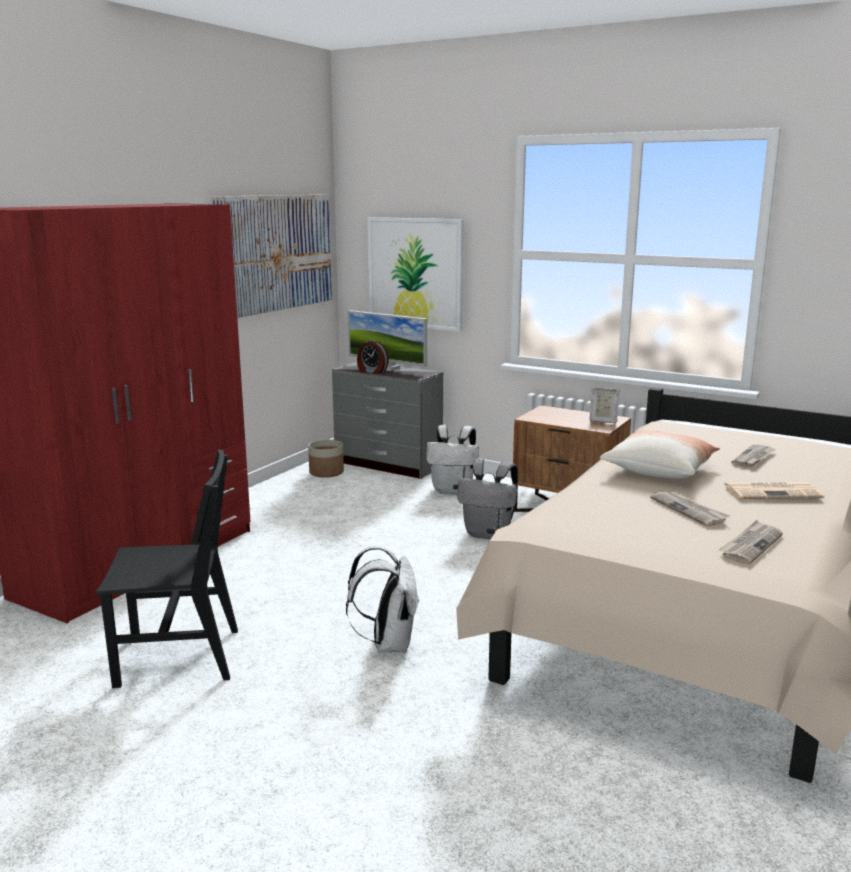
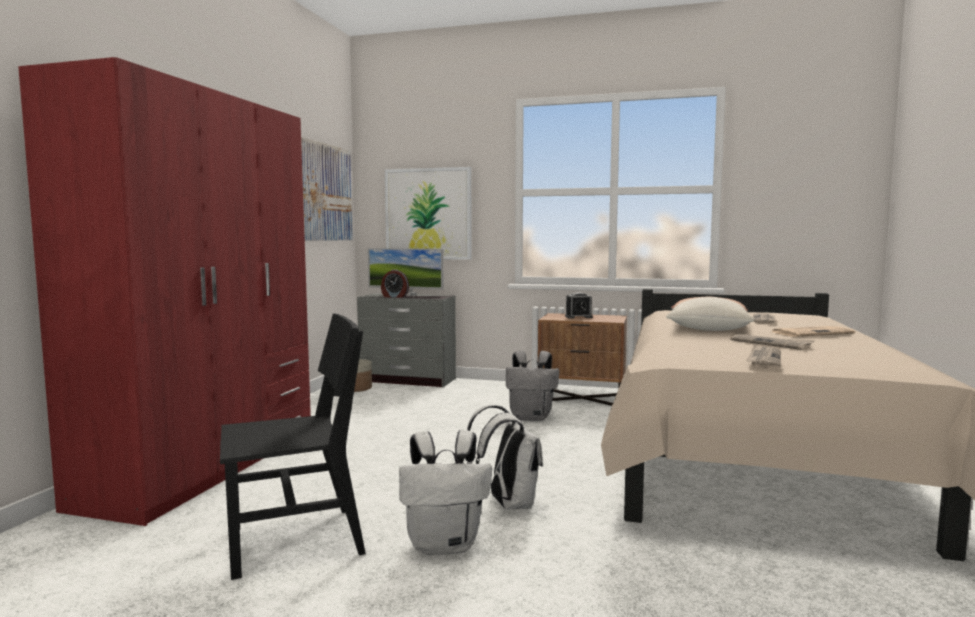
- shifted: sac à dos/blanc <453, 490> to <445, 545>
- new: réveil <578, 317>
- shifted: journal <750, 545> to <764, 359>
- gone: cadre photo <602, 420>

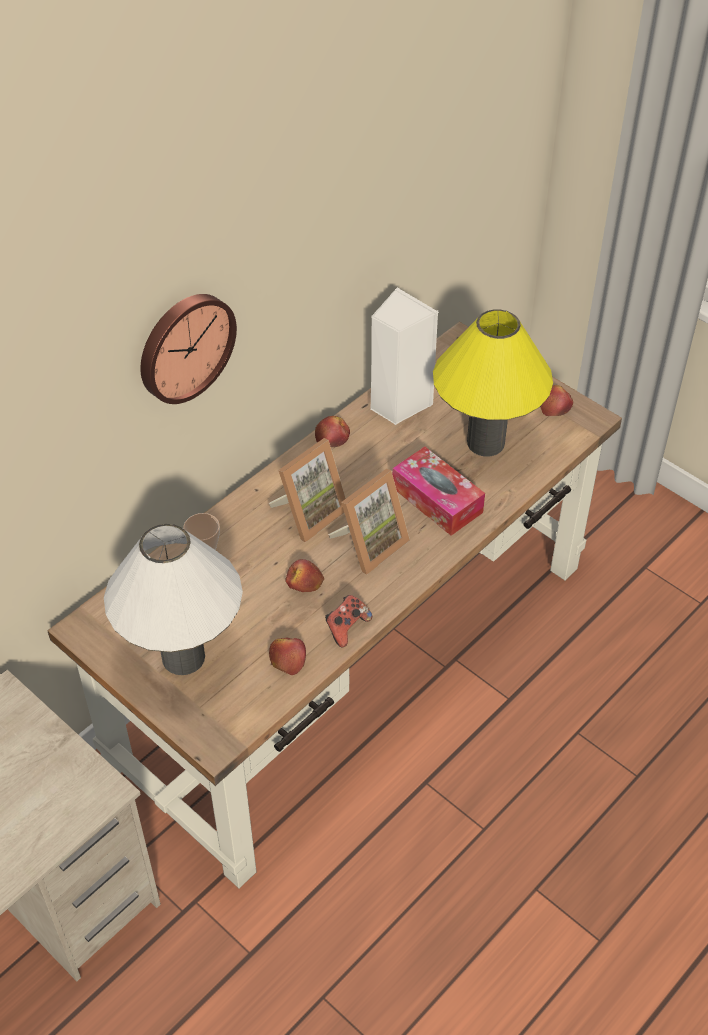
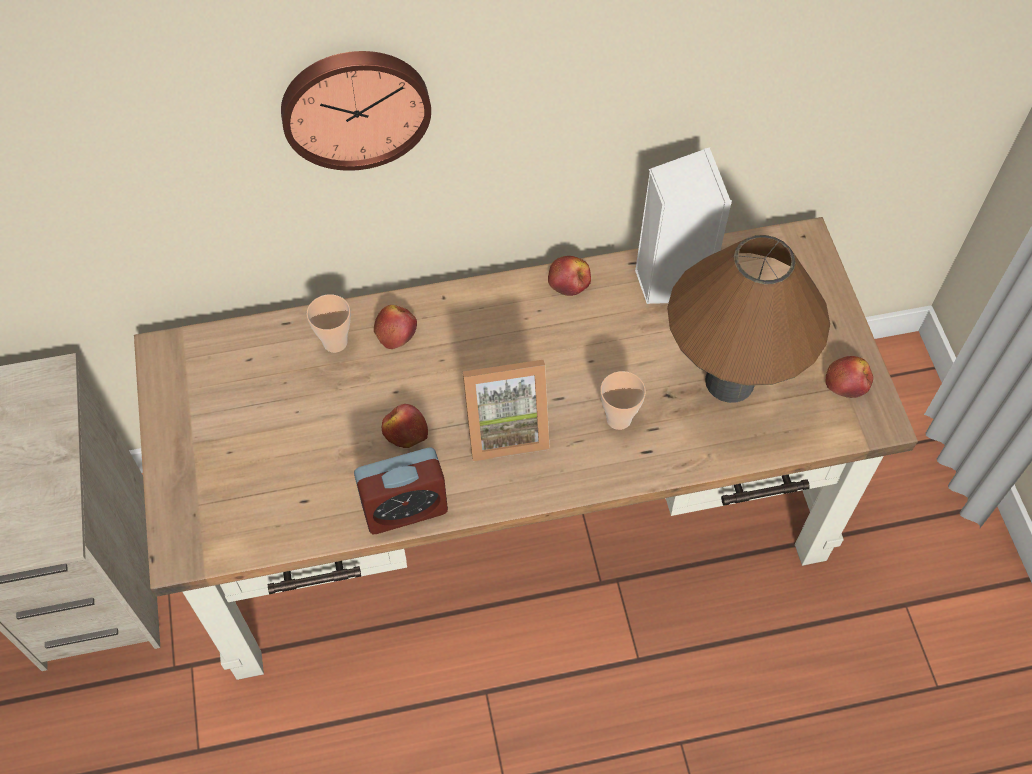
- swapped: manette <346, 627> to réveil <405, 509>
- shifted: pomme <287, 659> to <395, 330>
- swapped: boîte à mouchoirs <437, 500> to tasse <618, 419>
- repainted: lampe de table/jaune <485, 442> to lampe de table/marron <729, 381>
- gone: lampe de table/blanc <183, 657>
- gone: cadre photo <309, 513>

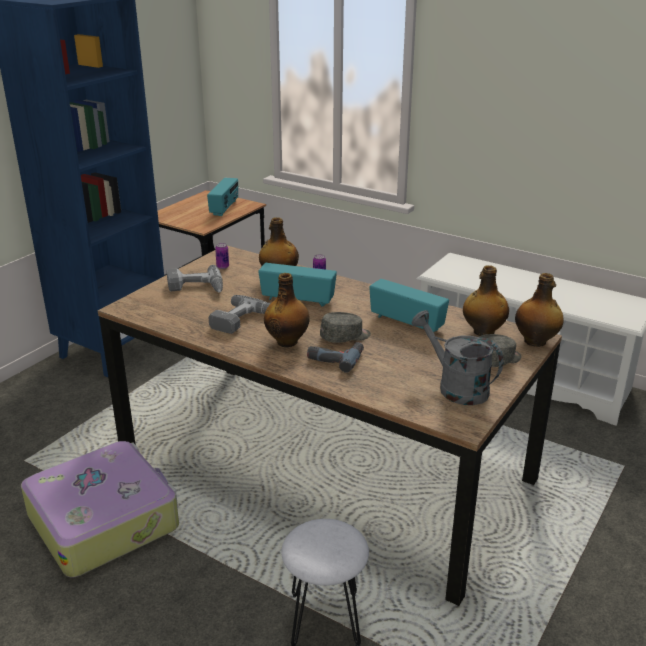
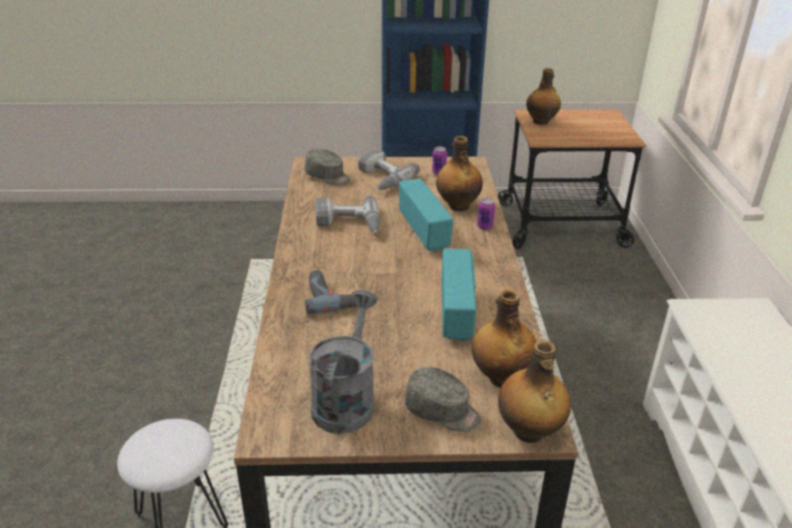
- shifted: casquette/gris <345, 337> to <328, 177>
- shifted: bouteille <287, 341> to <541, 122>
- gone: valise <104, 520>
- gone: radio <224, 208>

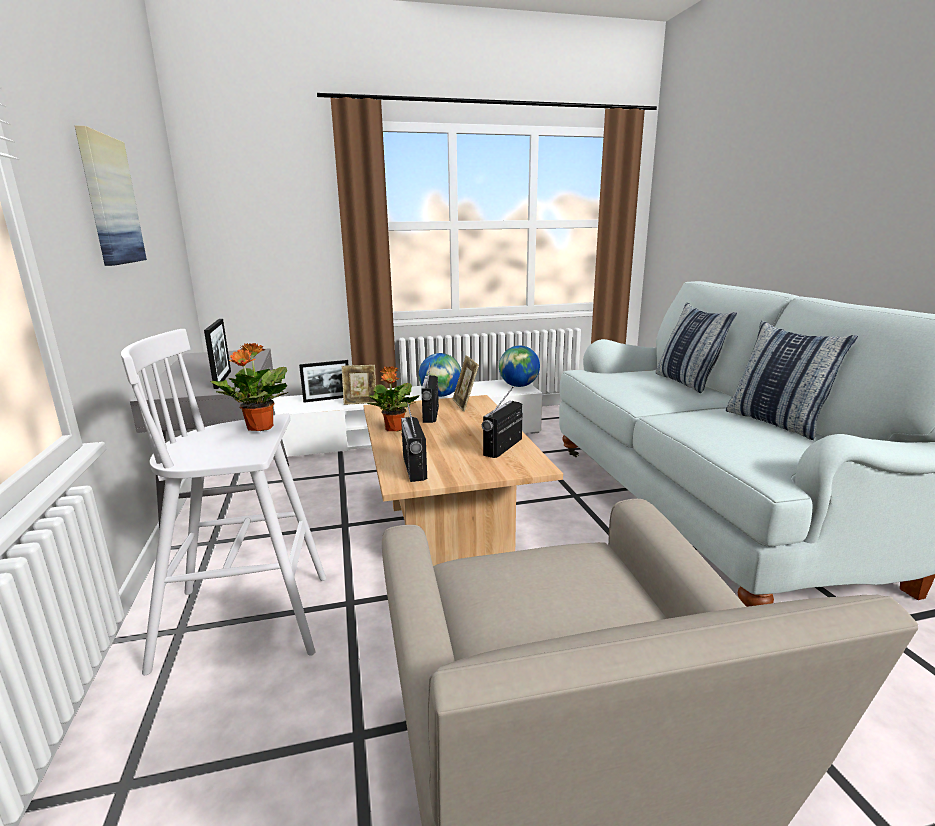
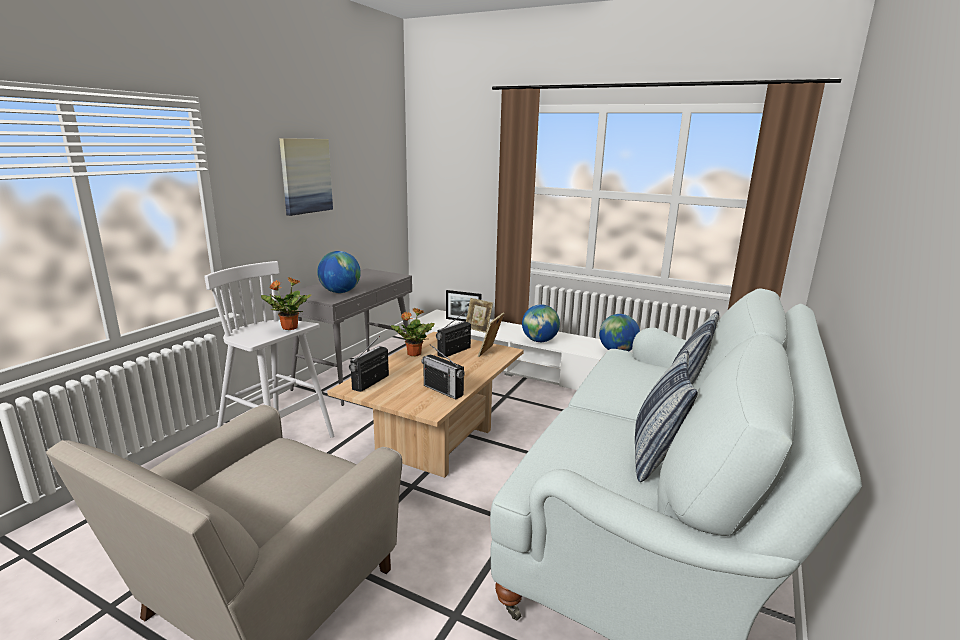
- swapped: cadre photo <222, 379> to globe <340, 292>
- rotated: radio <503, 447> = <443, 390> 120 degrees counterclockwise

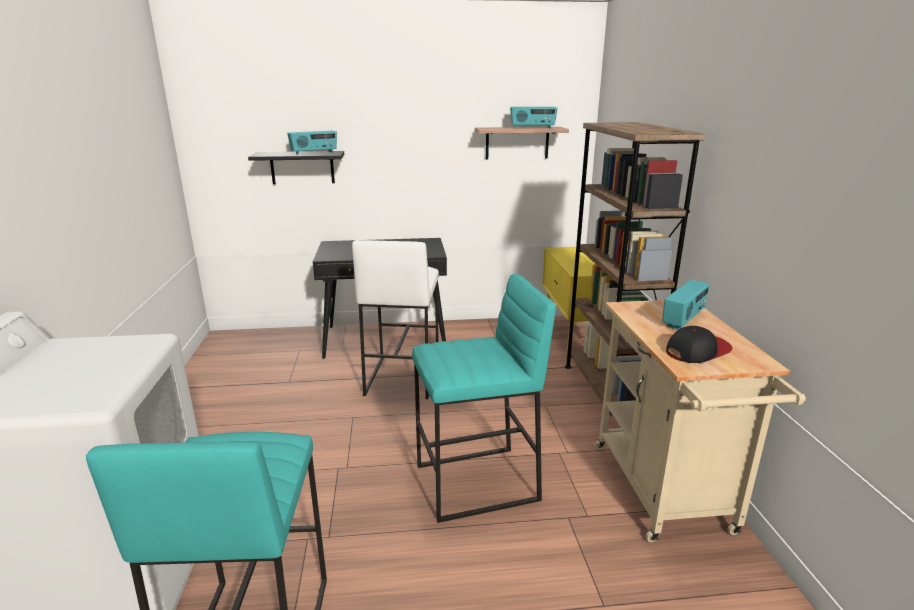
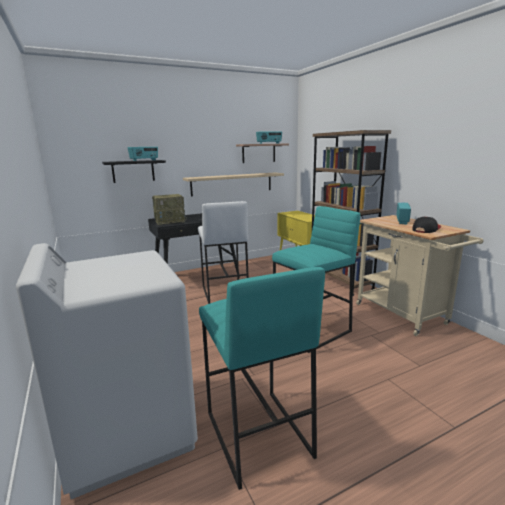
- new: radio <170, 221>
- new: étagère/beige <232, 184>

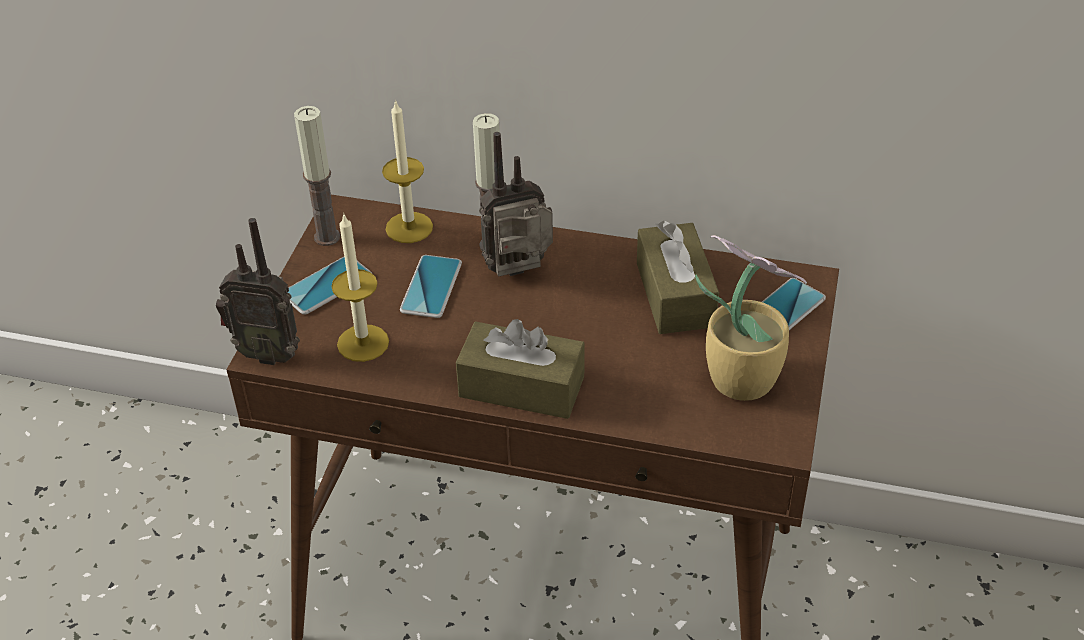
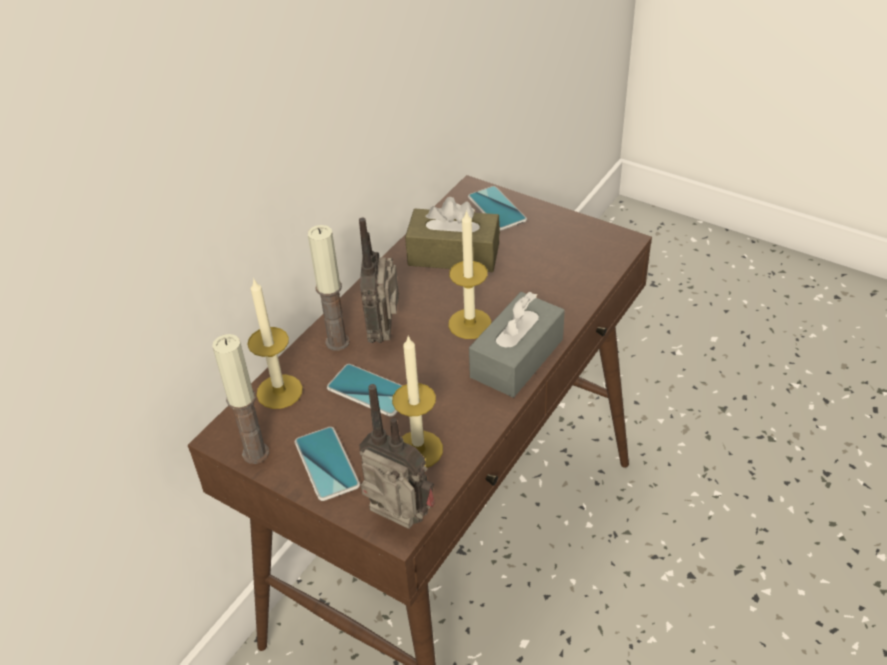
- rotated: radio <268, 353> = <398, 523> 90 degrees counterclockwise
- new: bougie <470, 324>
- repainted: boîte à mouchoirs/marron <521, 387> to boîte à mouchoirs/gris <517, 358>
- gone: plante en pot <740, 378>

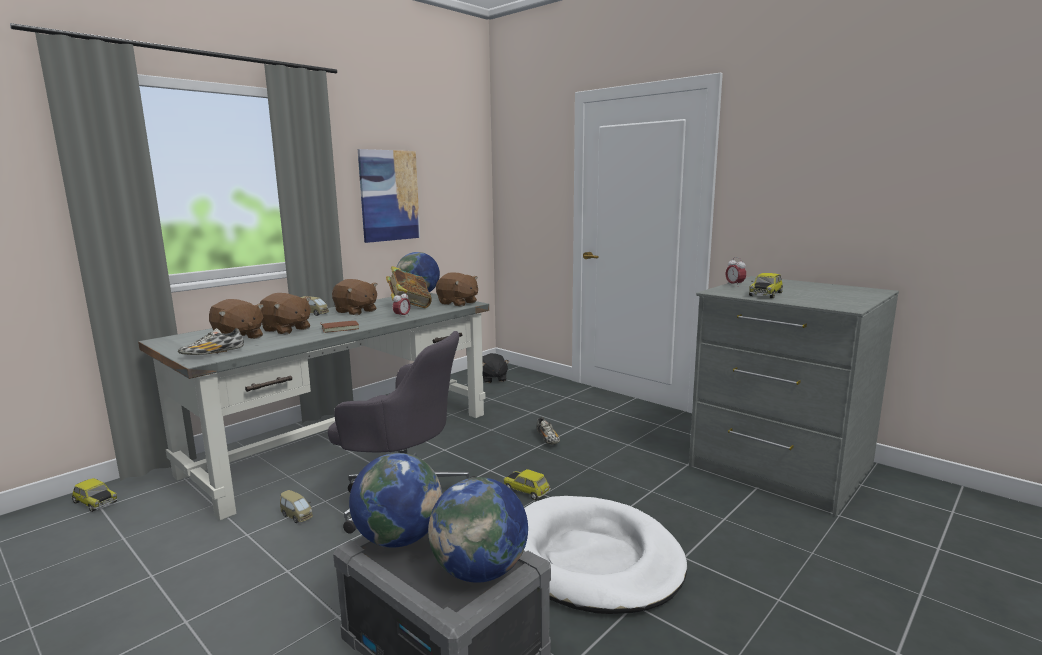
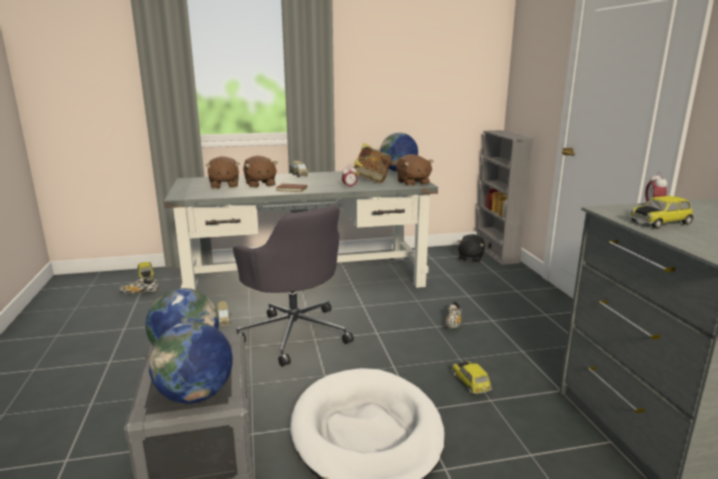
- shifted: chaussure <213, 354> to <139, 292>
- shifted: petite voiture <527, 490> to <471, 383>
- new: bibliothèque/gris <496, 253>
- gone: peluche/marron <356, 311>
- gone: tableau <389, 195>

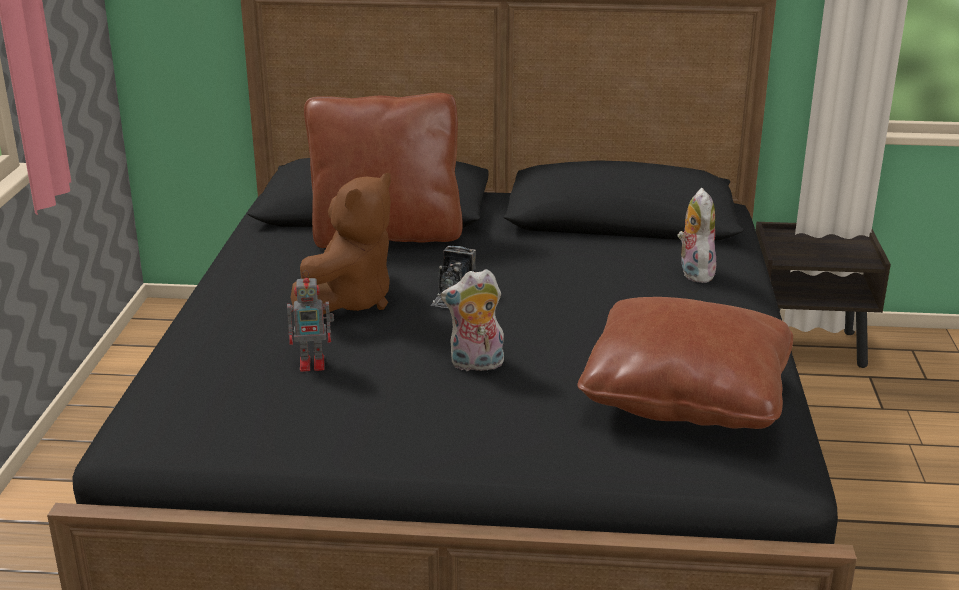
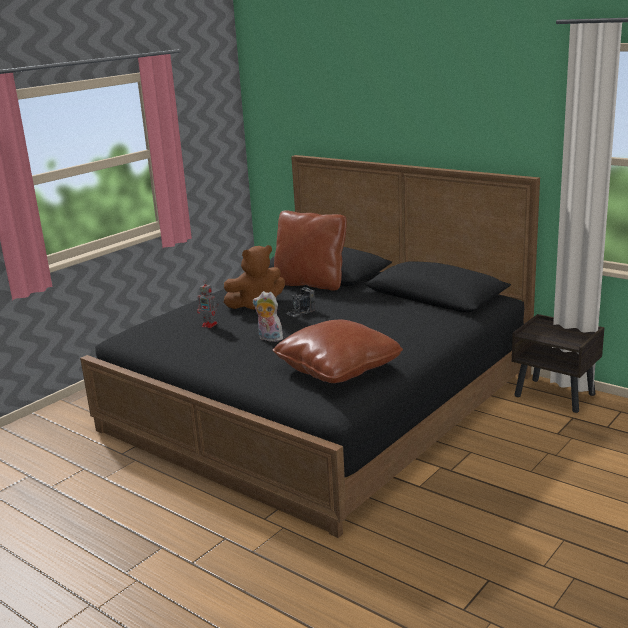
- gone: peluche <694, 272>

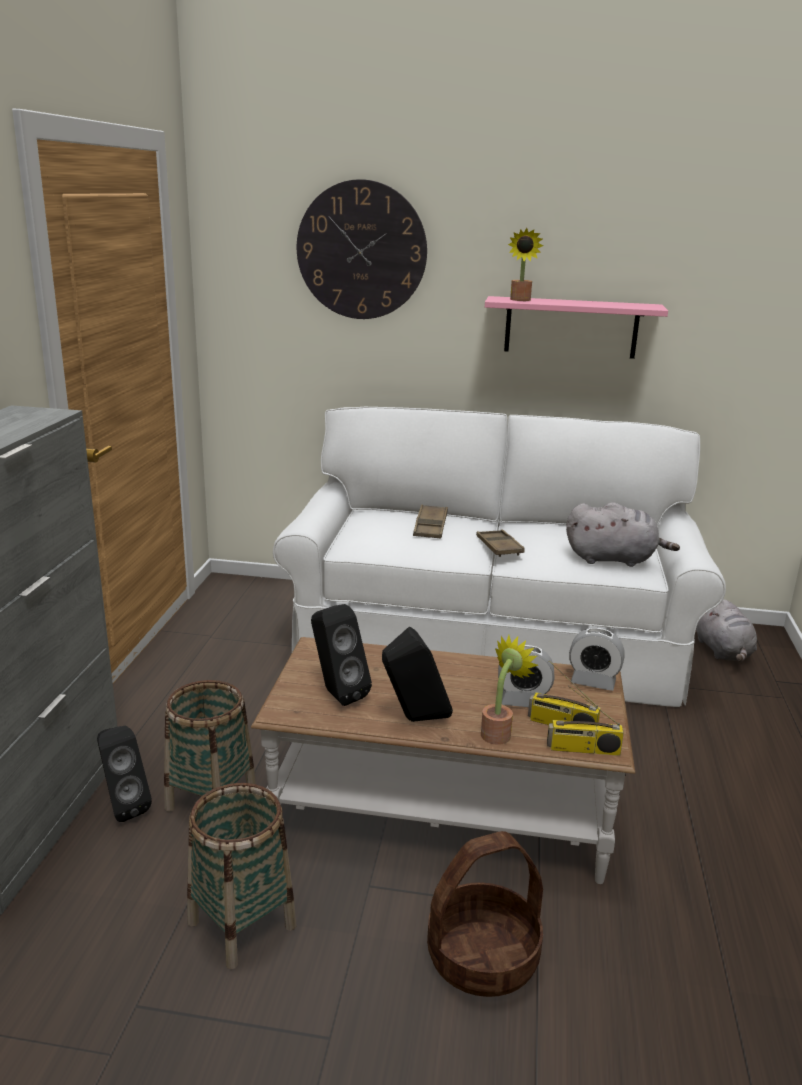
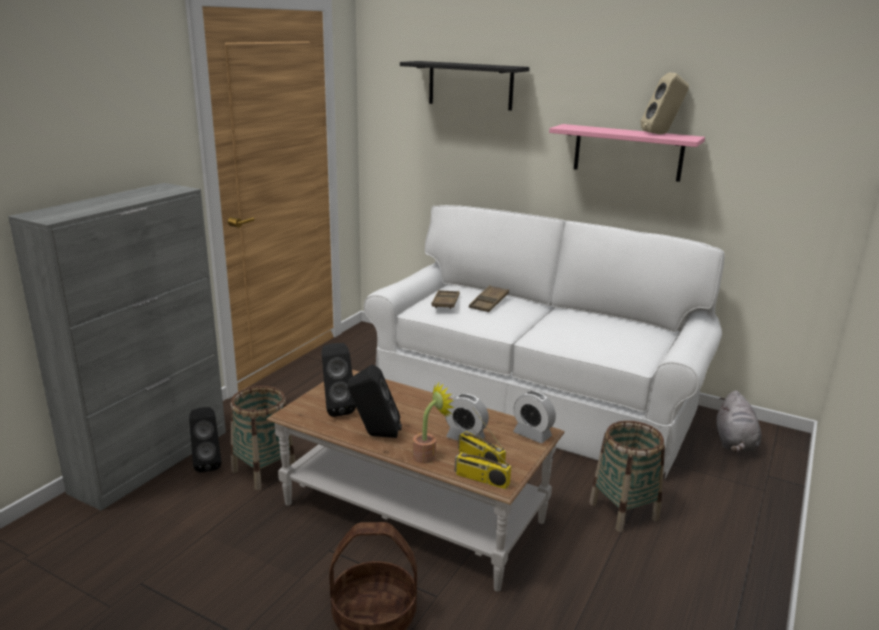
- swapped: horloge murale <361, 251> to étagère/noir <470, 85>
- shifted: plateau/marron <499, 547> to <445, 302>
- shifted: panier <241, 924> to <623, 511>
- new: enceinte/beige <661, 134>
- gone: plante en pot <520, 300>
- gone: peluche/gris <614, 559>

